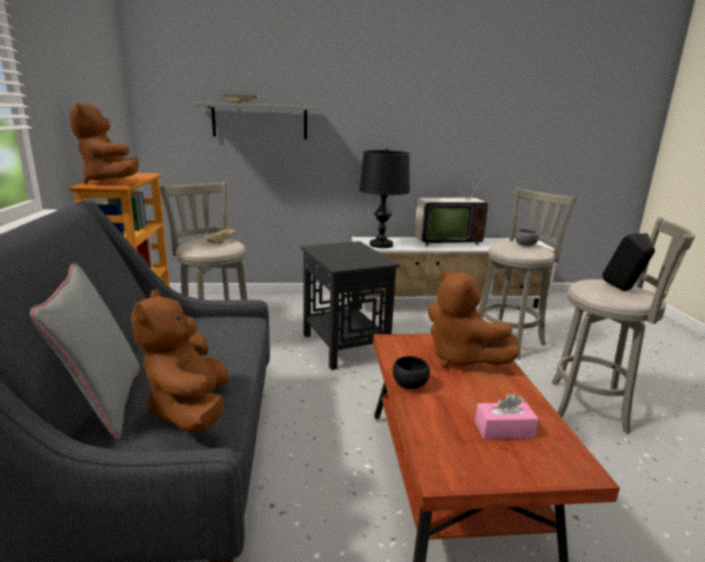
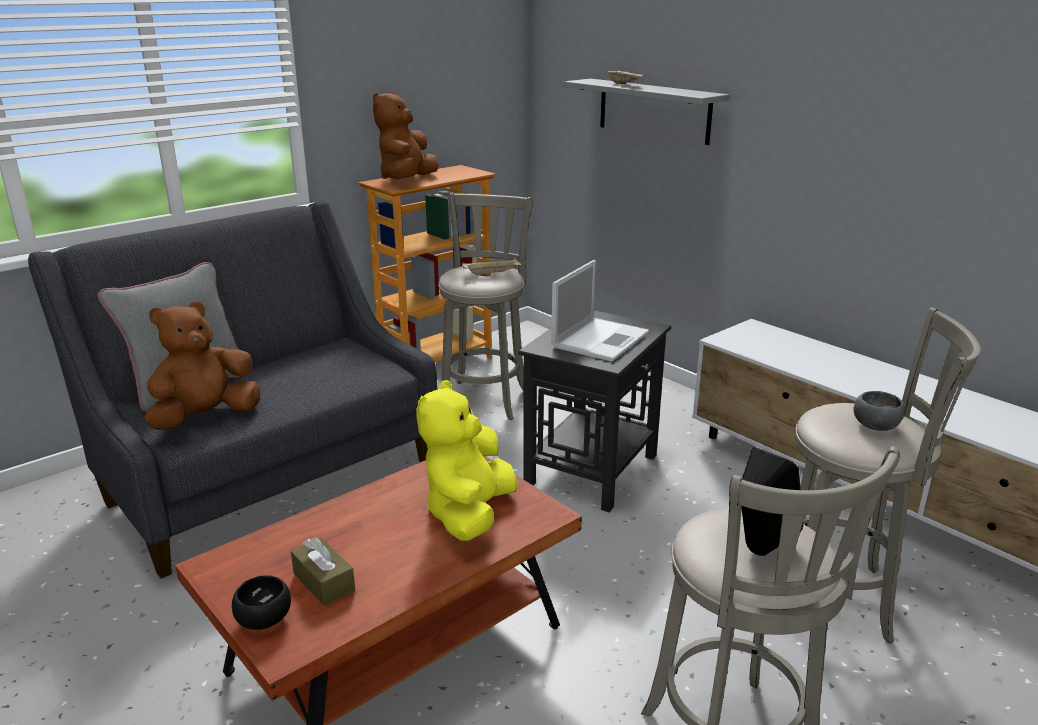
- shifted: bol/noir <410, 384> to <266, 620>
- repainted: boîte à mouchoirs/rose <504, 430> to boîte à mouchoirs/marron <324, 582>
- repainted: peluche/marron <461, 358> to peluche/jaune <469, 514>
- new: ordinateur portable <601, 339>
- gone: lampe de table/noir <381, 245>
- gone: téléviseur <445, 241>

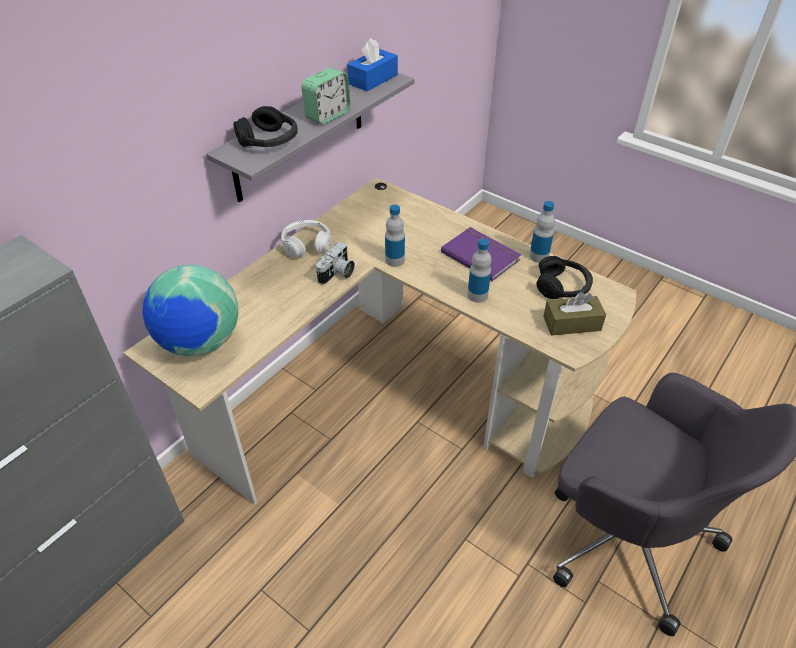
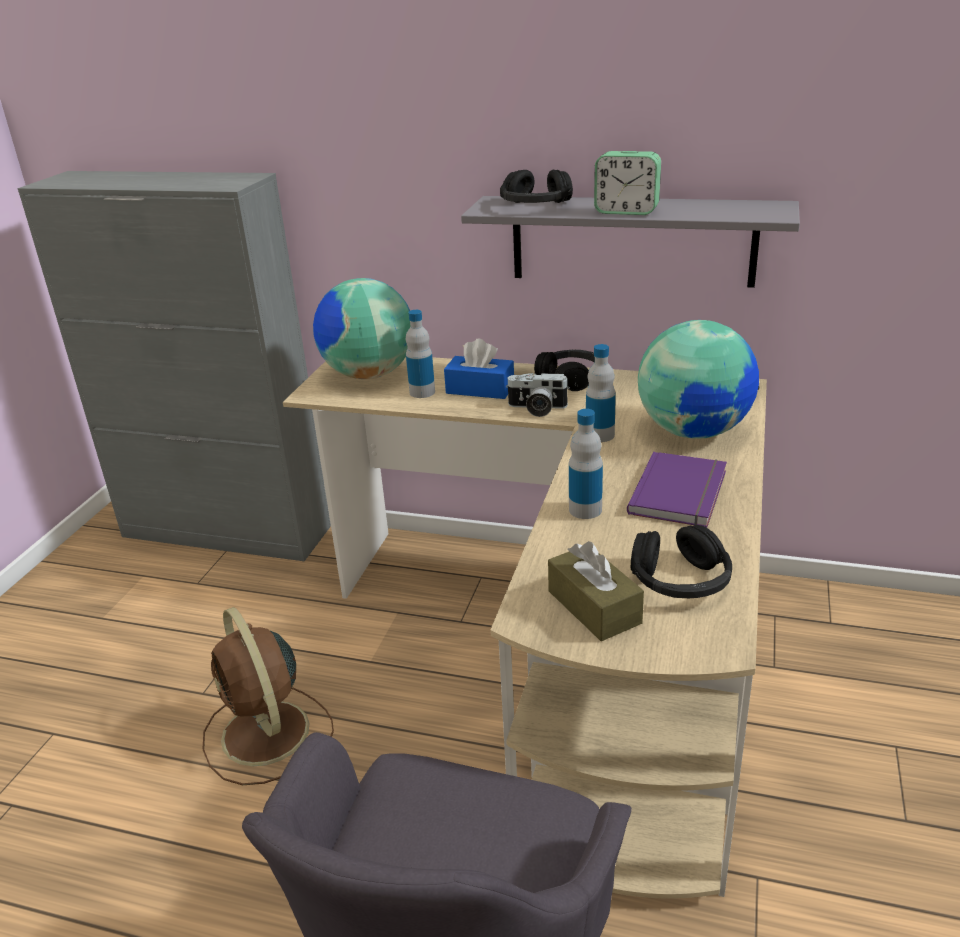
- new: ventilateur/marron <267, 735>
- shifted: bouteille <539, 256> to <422, 392>
- shifted: boîte à mouchoirs/bleu <373, 79> to <480, 389>
- repainted: casque audio/blanc <306, 245> to casque audio/noir <572, 378>
- new: globe <694, 431>

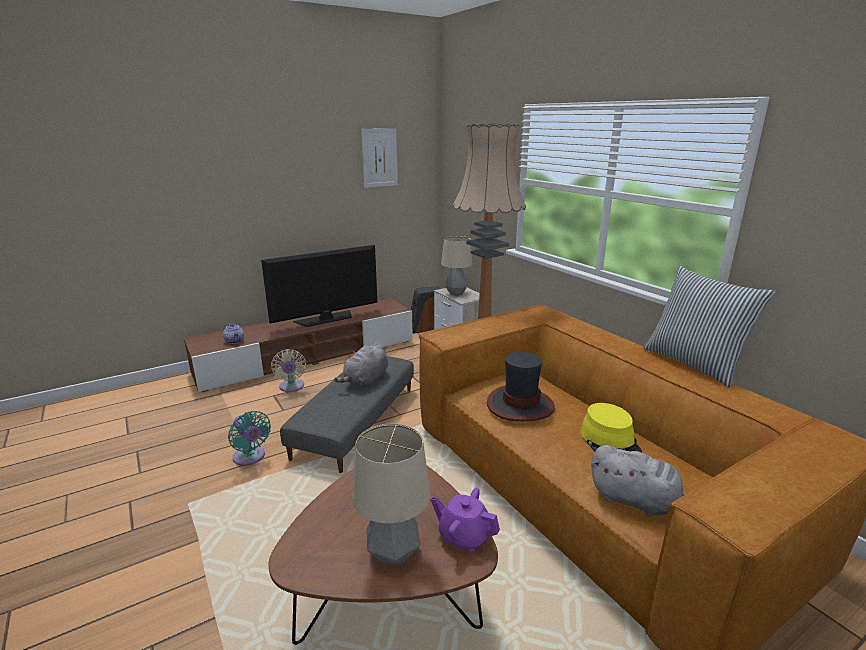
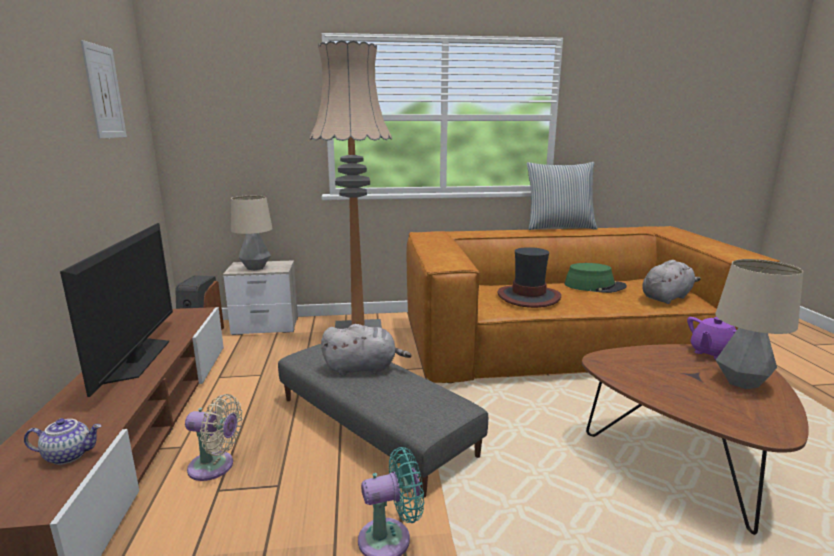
- rotated: peluche/gris <366, 380> = <363, 368> 60 degrees counterclockwise
- repainted: chapeau/jaune <610, 441> to chapeau/vert <594, 286>

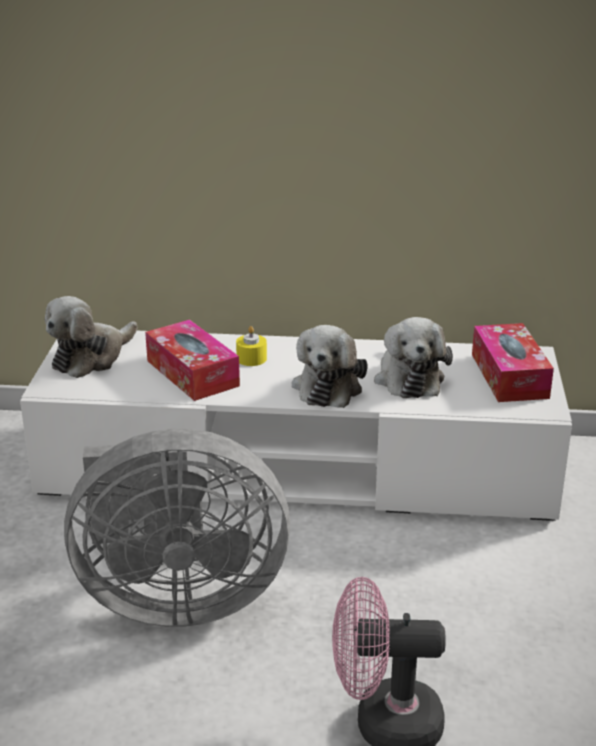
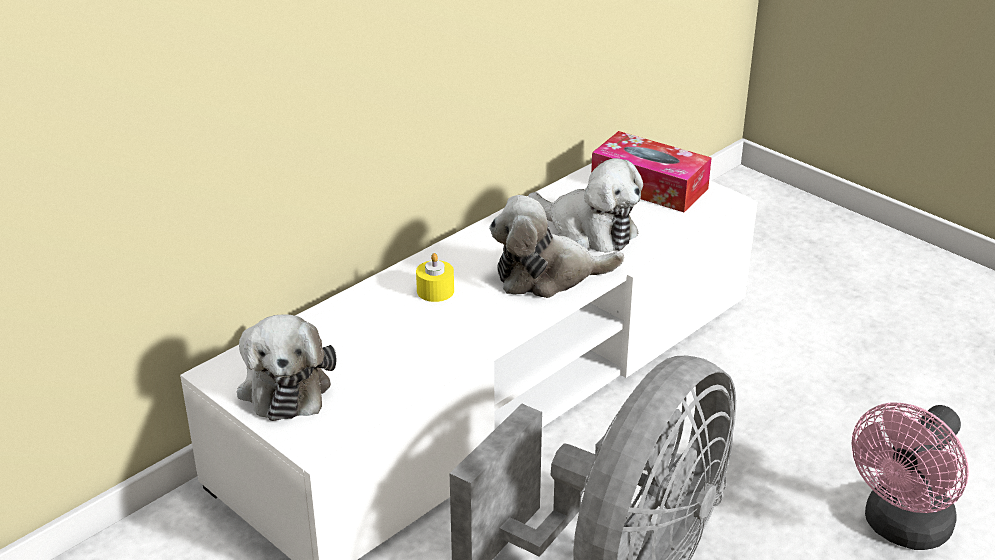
- rotated: peluche <328, 386> = <547, 275> 120 degrees clockwise
- gone: boîte à mouchoirs <192, 373>

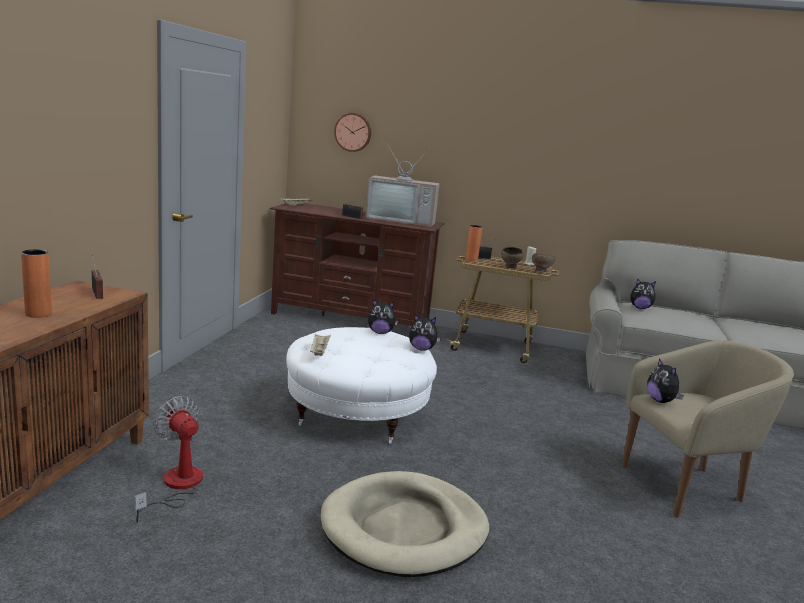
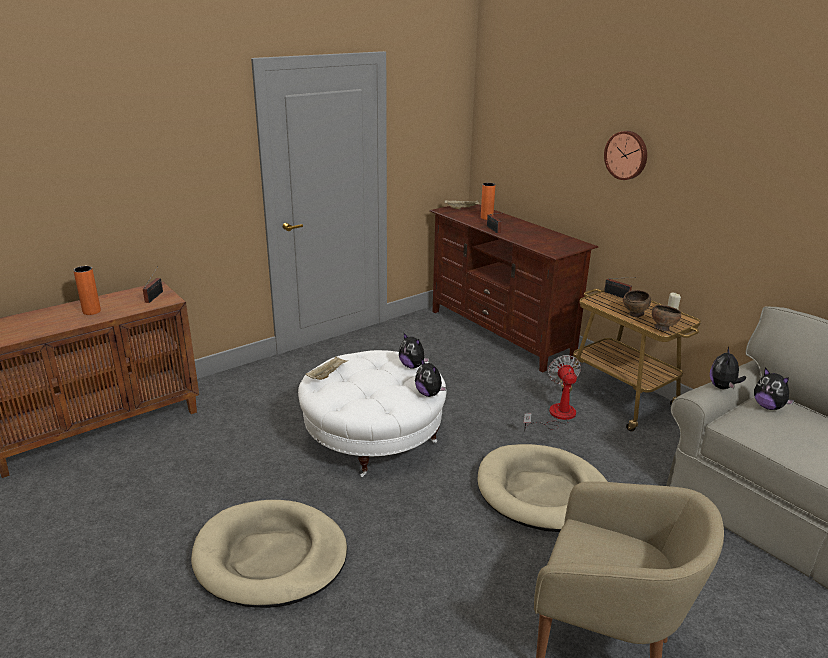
- new: panier pour chien/beige <542, 492>
- shifted: vase/orange <471, 259> to <486, 218>
- shifted: ventilateur <176, 486> to <556, 416>
- shifted: horloge murale <353, 132> to <626, 155>
- shifted: peluche <661, 401> to <723, 387>
- gone: téléviseur <402, 220>

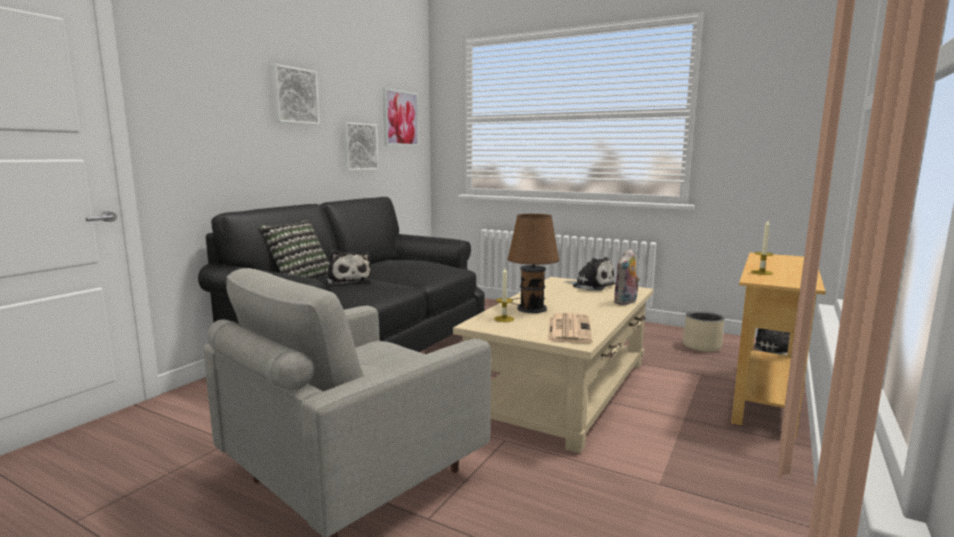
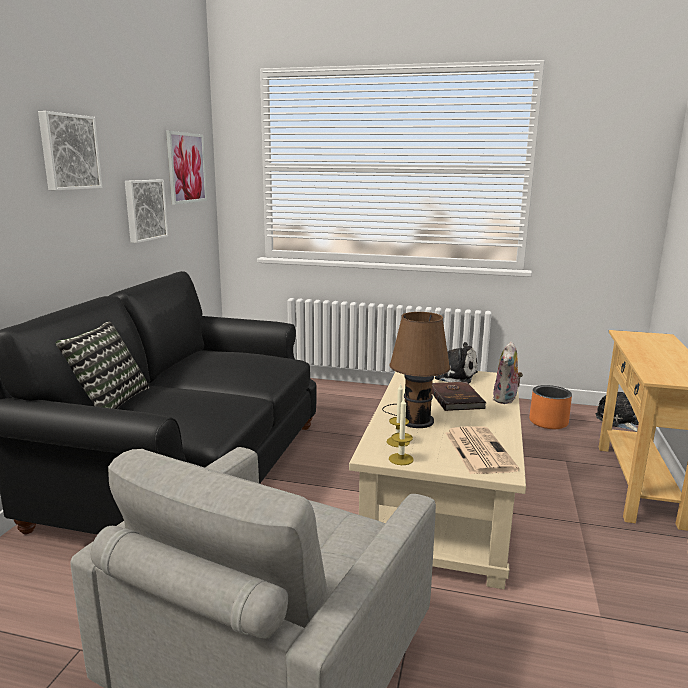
- shifted: bougie <761, 272> to <401, 459>
- new: livre/marron <456, 398>
- repainted: cache-pot/beige <702, 346> to cache-pot/orange <548, 422>
- gone: peluche <348, 280>

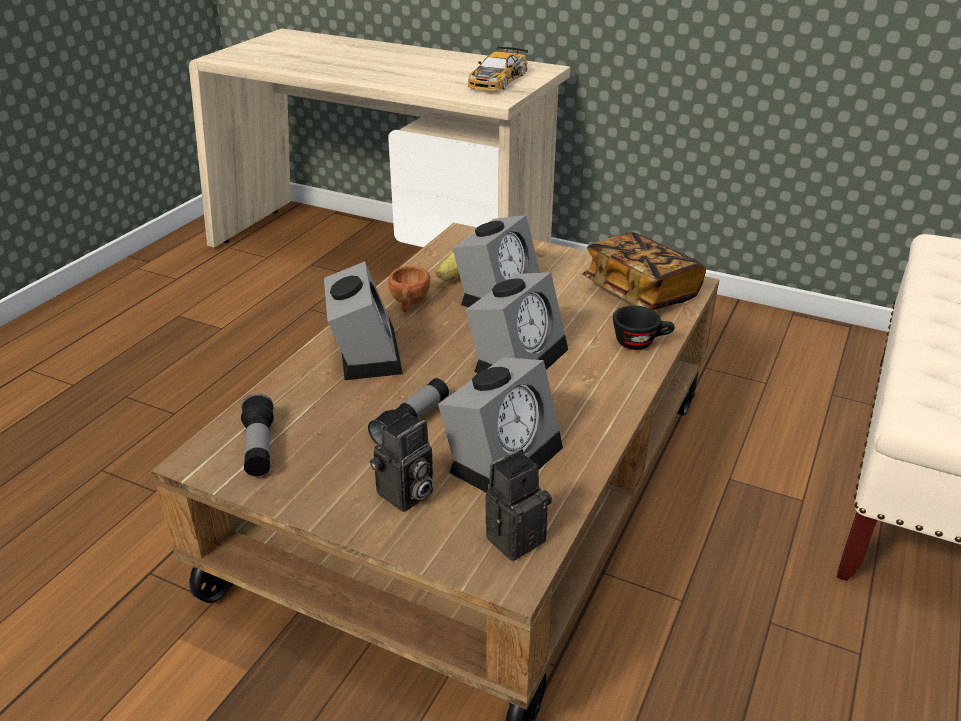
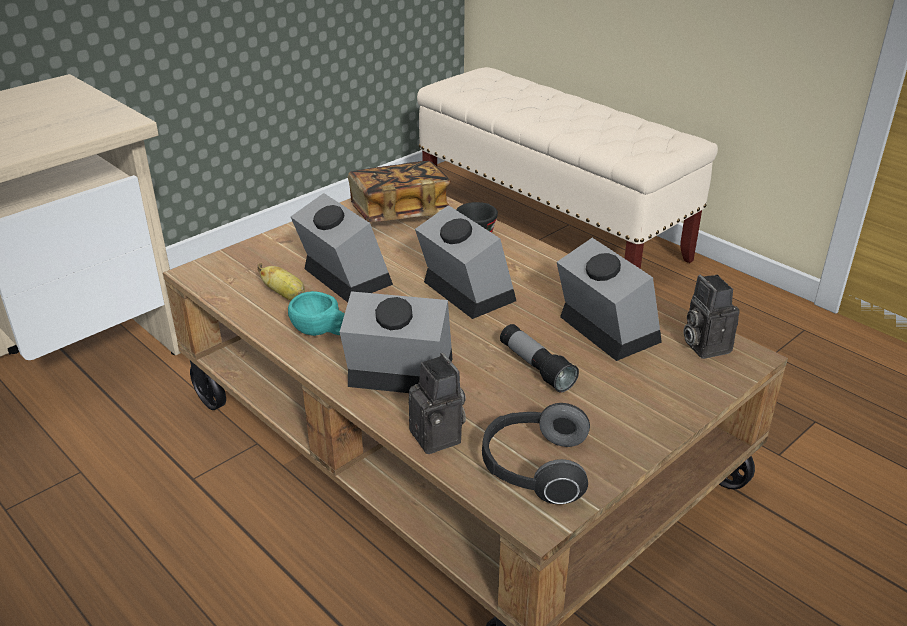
- repainted: tasse/marron <409, 304> to tasse/turquoise <321, 332>
- shifted: appareil photo <405, 496> to <440, 437>
- swapped: lampe de poche <259, 447> to casque audio <534, 469>
- gone: petite voiture <497, 80>

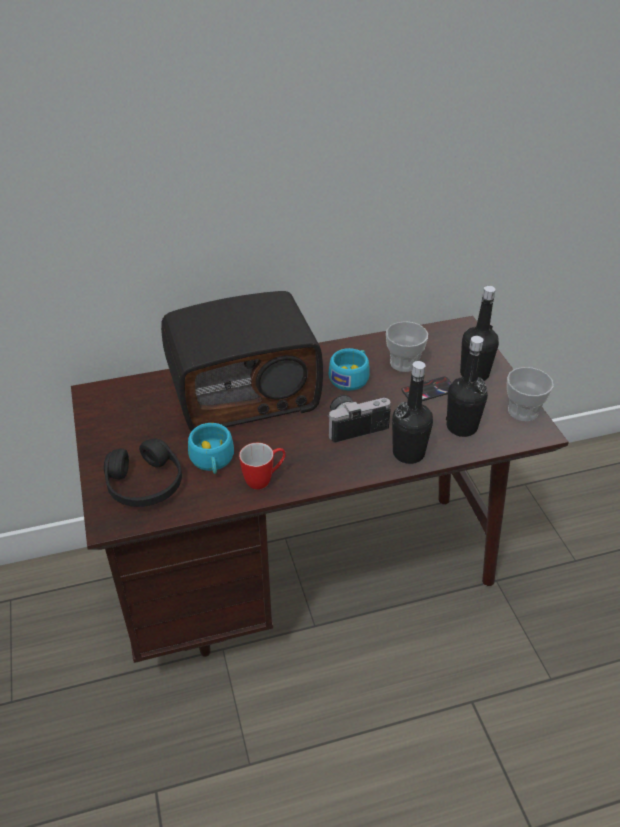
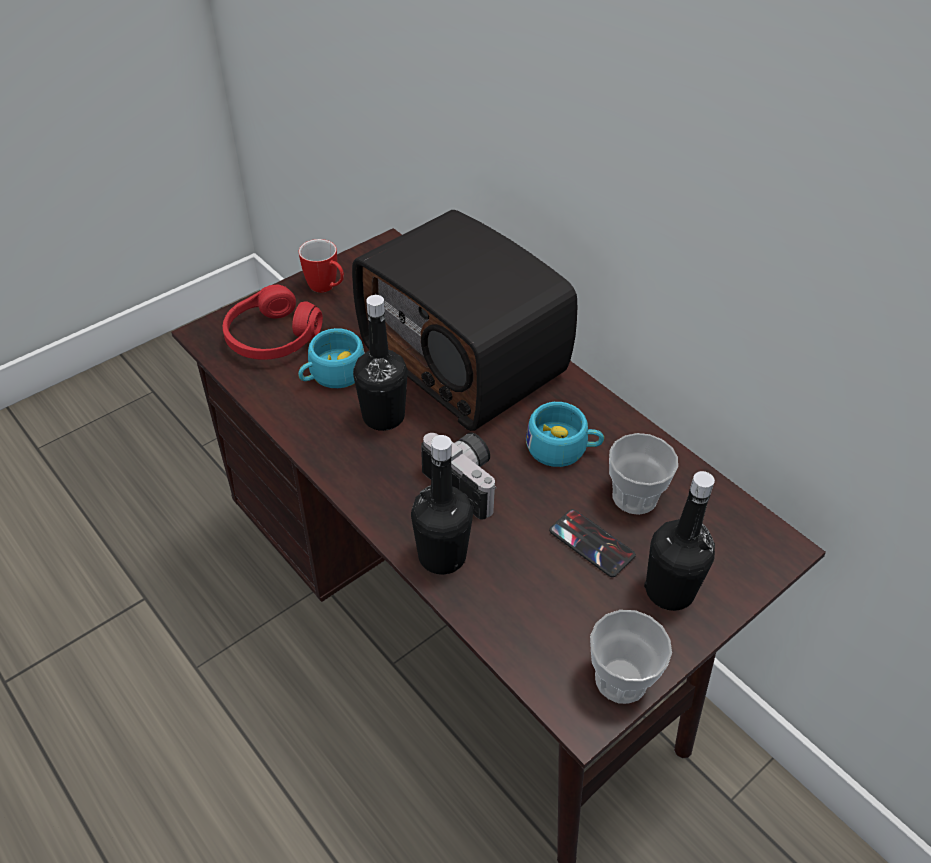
- repainted: casque audio/noir <145, 484> to casque audio/rouge <272, 337>
- shifted: mug <264, 479> to <327, 288>
- shifted: bouteille/noir <461, 427> to <383, 416>

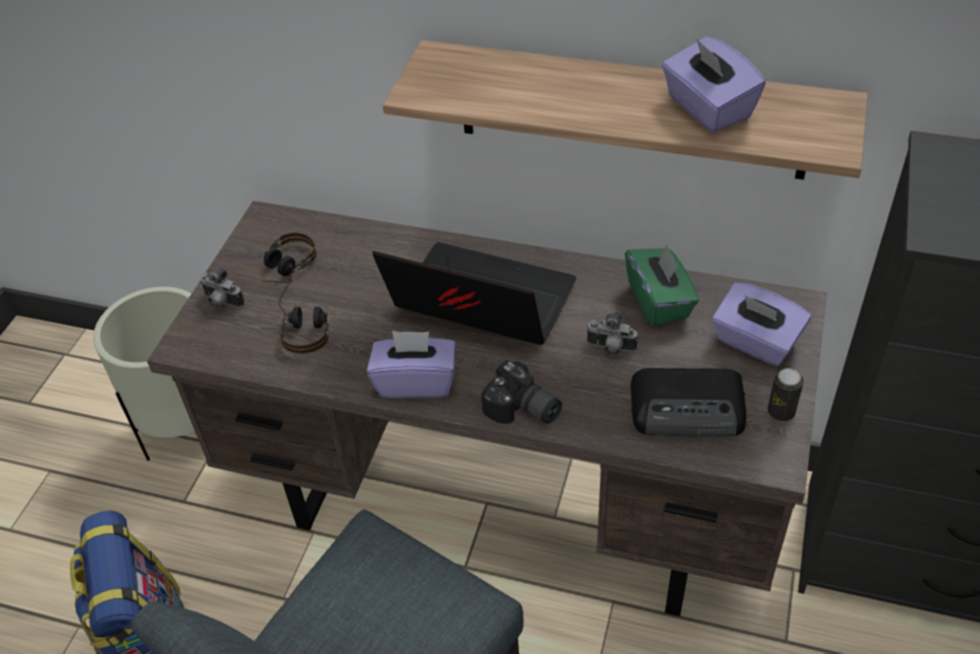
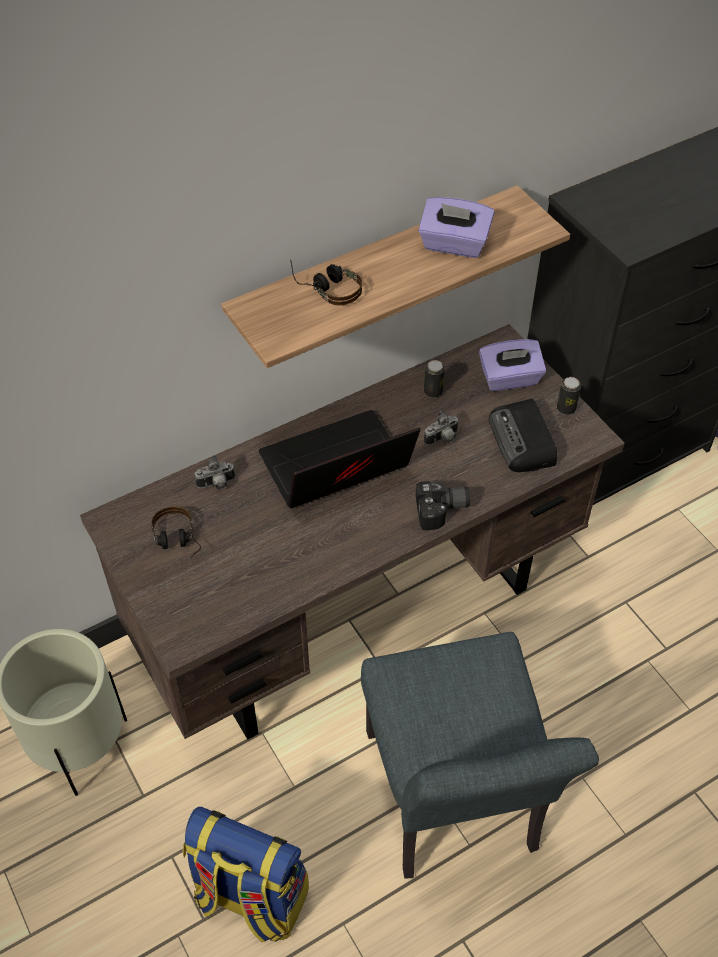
- shifted: appareil photo <222, 302> to <216, 484>
- shifted: casque audio <305, 326> to <326, 287>
- swapped: boîte à mouchoirs/vert <659, 301> to boîte métallique <433, 391>
- rotated: radio <689, 409> = <523, 441> 120 degrees clockwise
- gone: boîte à mouchoirs/violet <416, 381>

